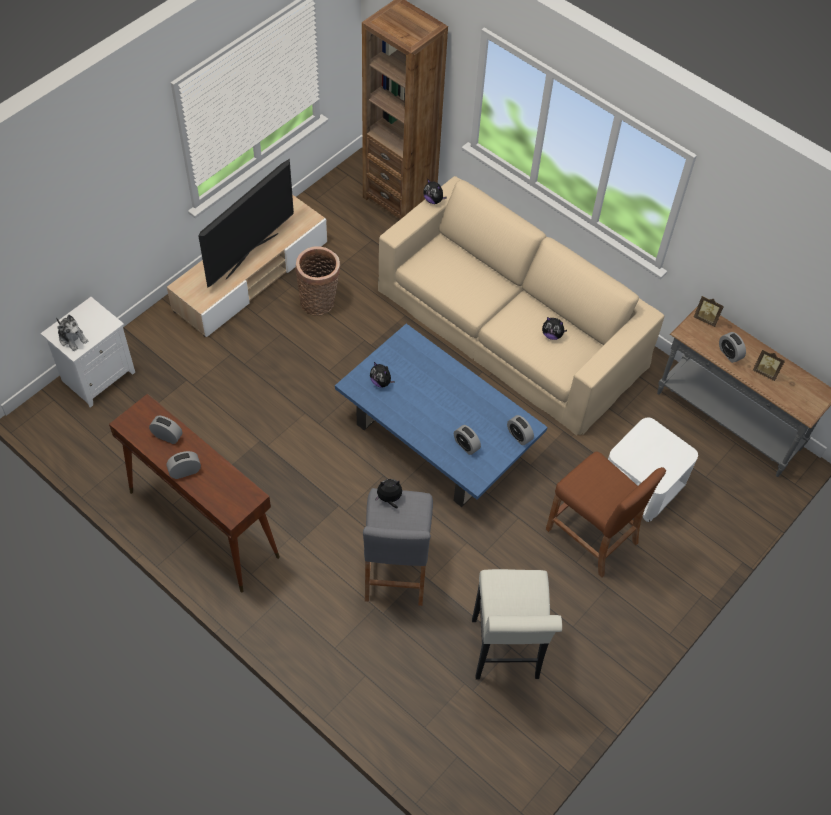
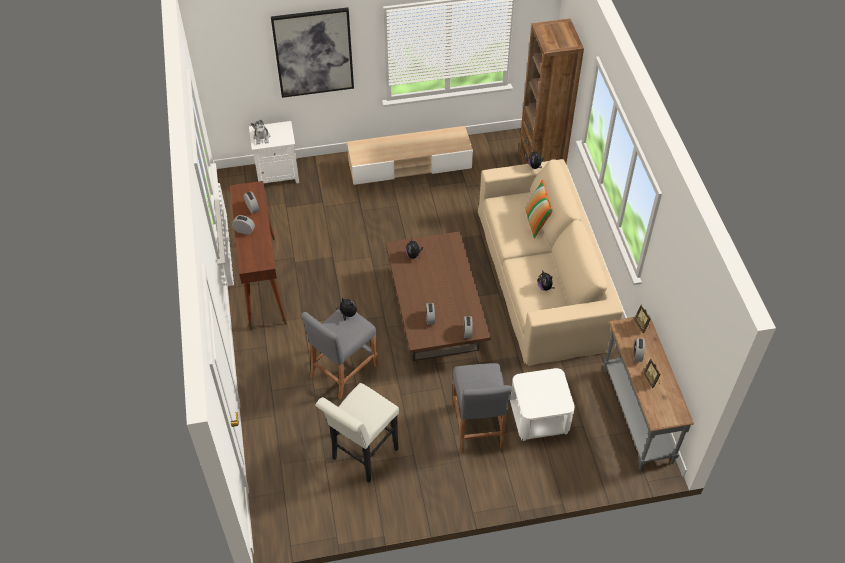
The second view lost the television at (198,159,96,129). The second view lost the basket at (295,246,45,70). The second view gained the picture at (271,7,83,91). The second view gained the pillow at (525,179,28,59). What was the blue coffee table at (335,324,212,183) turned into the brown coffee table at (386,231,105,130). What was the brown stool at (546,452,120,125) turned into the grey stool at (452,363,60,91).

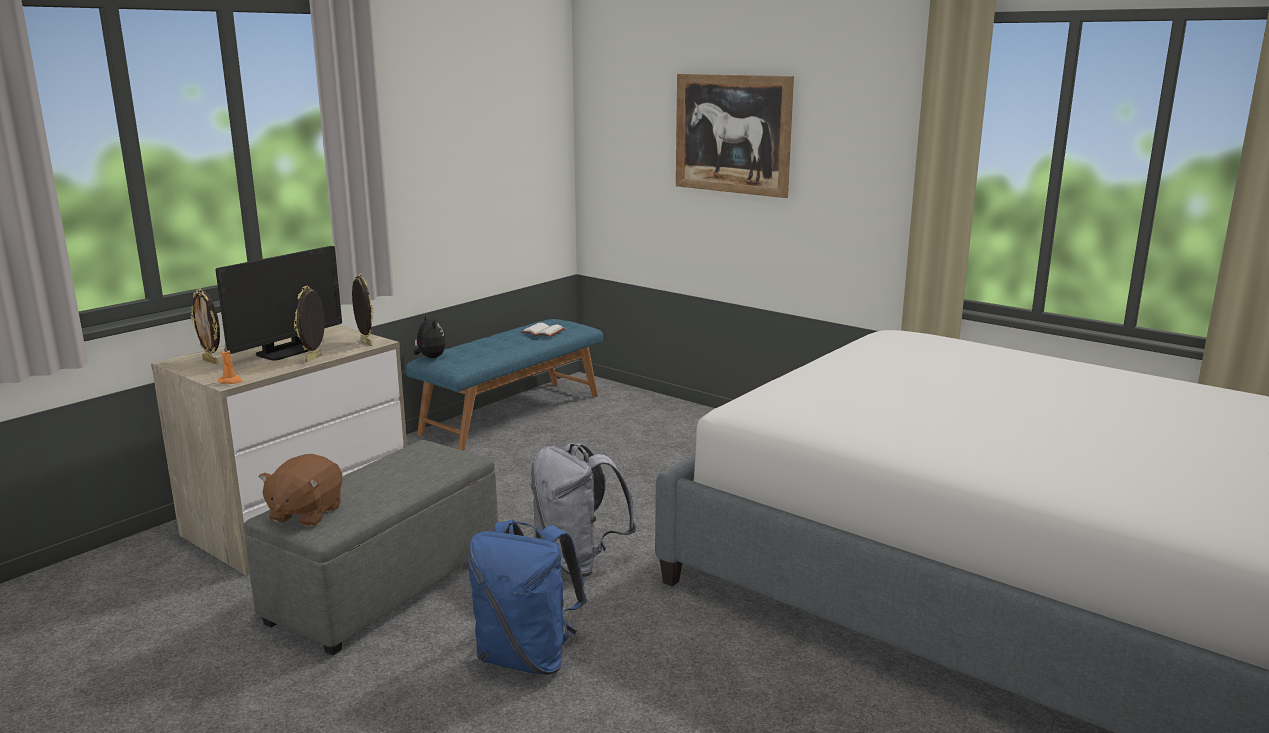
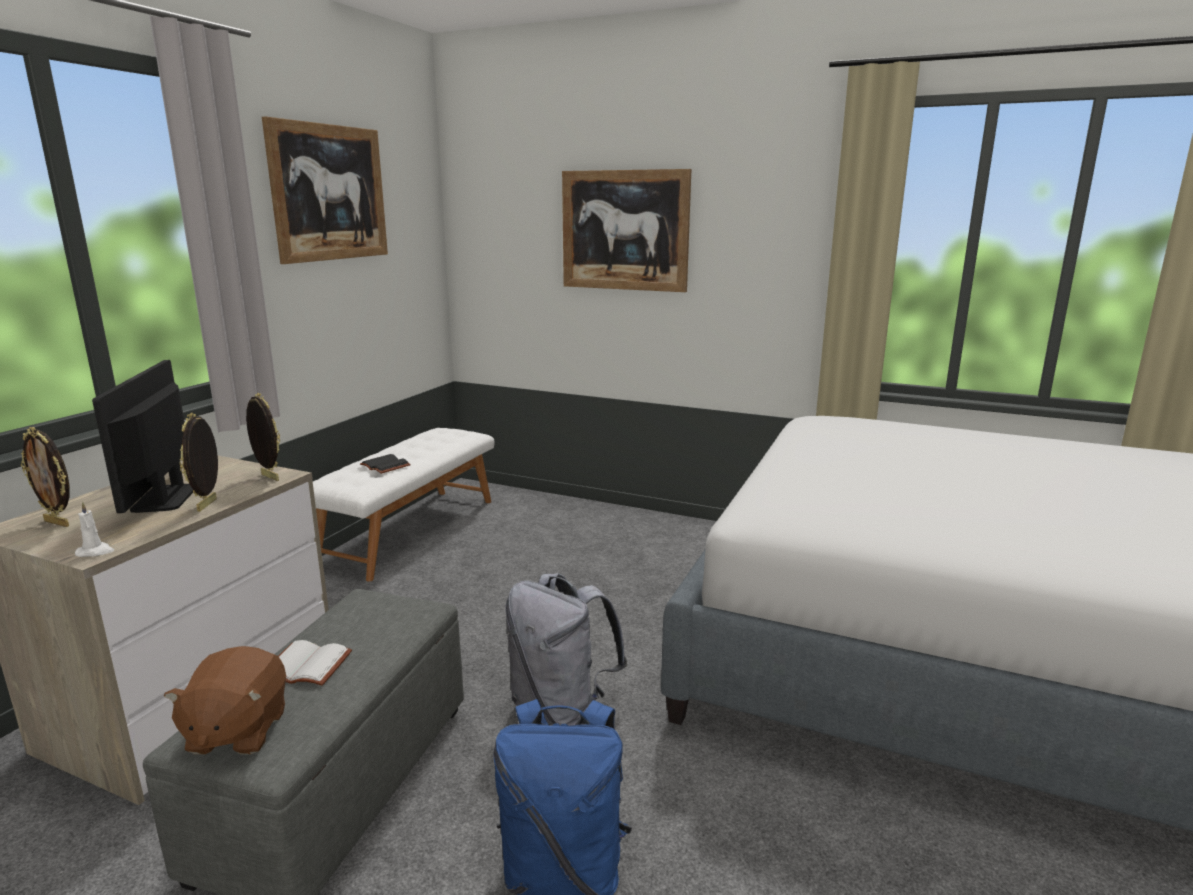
The second view lost the plush toy at (413,315,33,43). The second view gained the picture at (262,117,126,147). The second view gained the black book at (360,454,51,20). The white book ended up elsewhere, having gone from (521,323,44,14) to (278,640,74,45). What was the orange candle at (218,344,25,40) turned into the white candle at (75,502,39,55). What was the blue bench at (406,319,197,132) turned into the white bench at (313,428,181,154). The monitor at (216,246,126,115) ended up facing another way, 150 degrees clockwise from before.

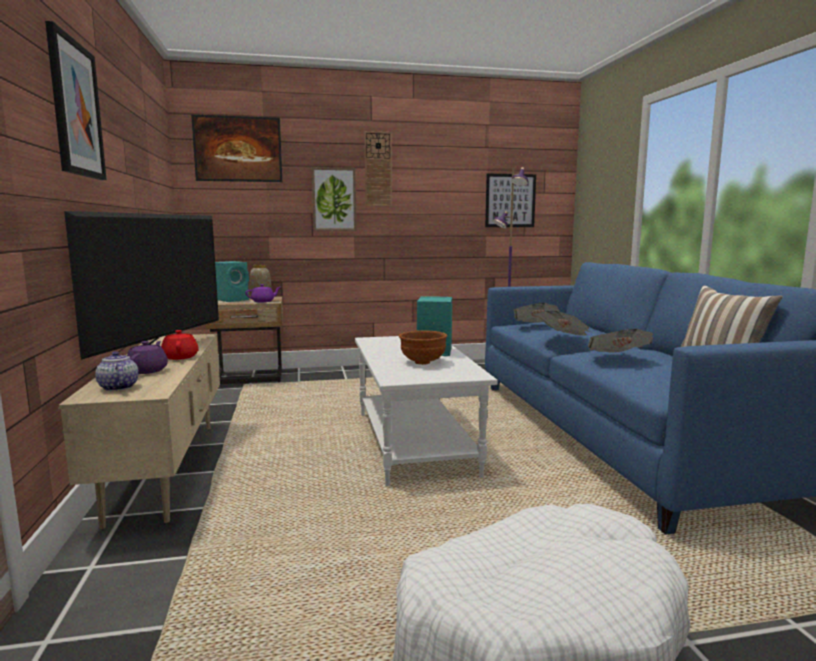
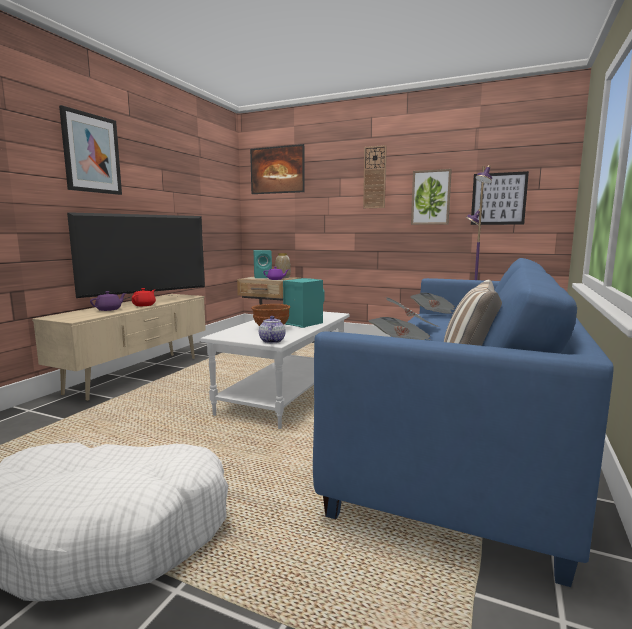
The teapot ended up elsewhere, having gone from (95,351,44,40) to (259,316,27,27). The picture ended up elsewhere, having gone from (312,167,45,64) to (411,169,41,56).

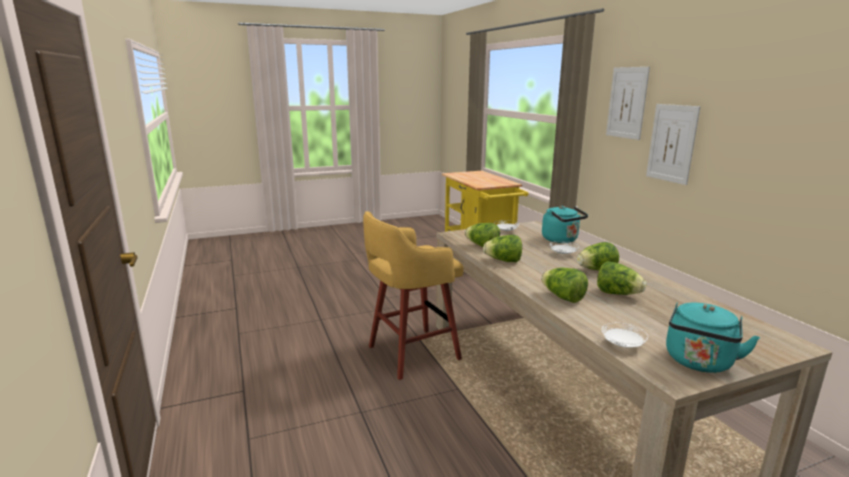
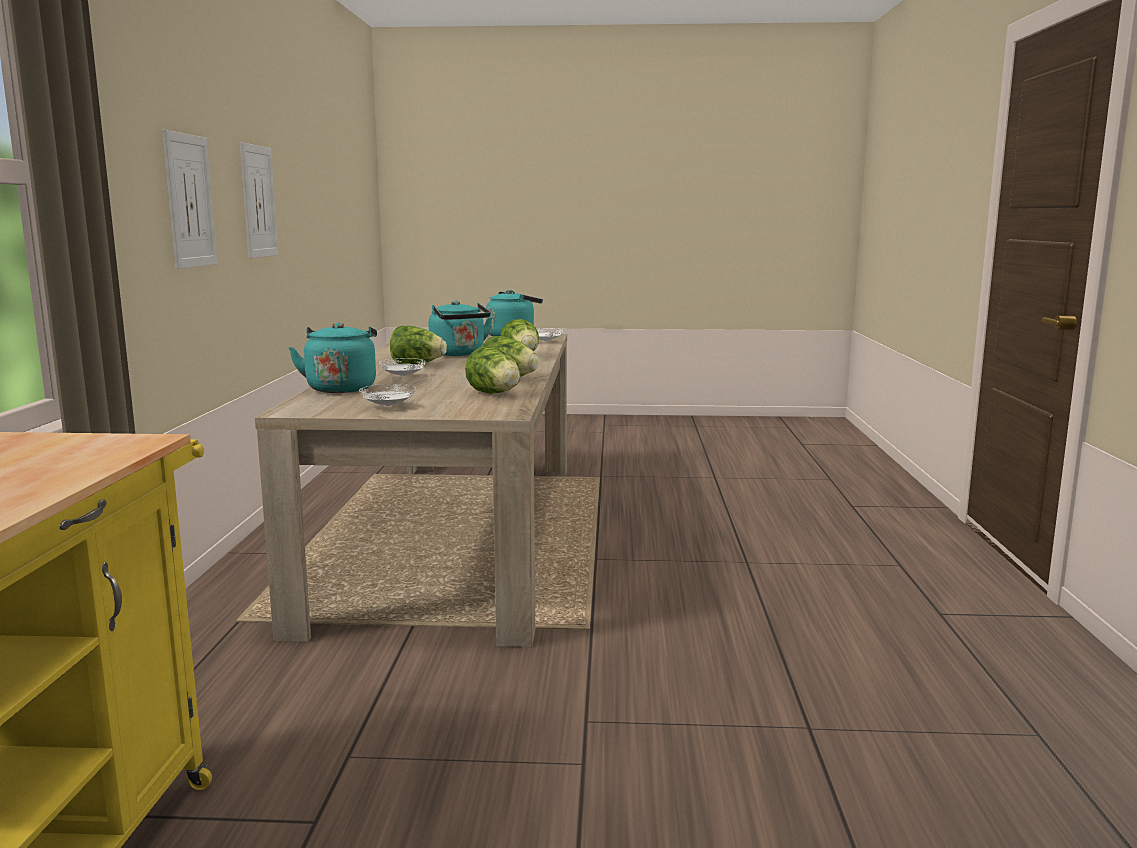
The second view lost the yellow stool at (363,211,101,169). The picture ended up elsewhere, having gone from (606,67,44,73) to (240,142,39,116). Where the lettuce stood at (597,261,49,34), the turquoise kettle came to stand at (429,300,63,56).

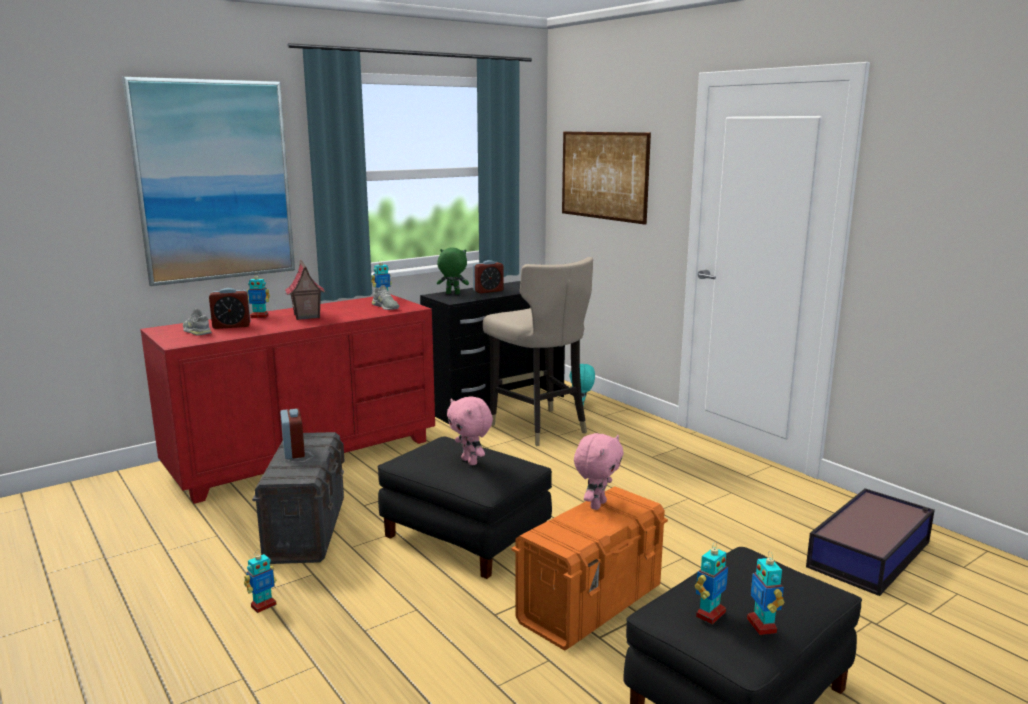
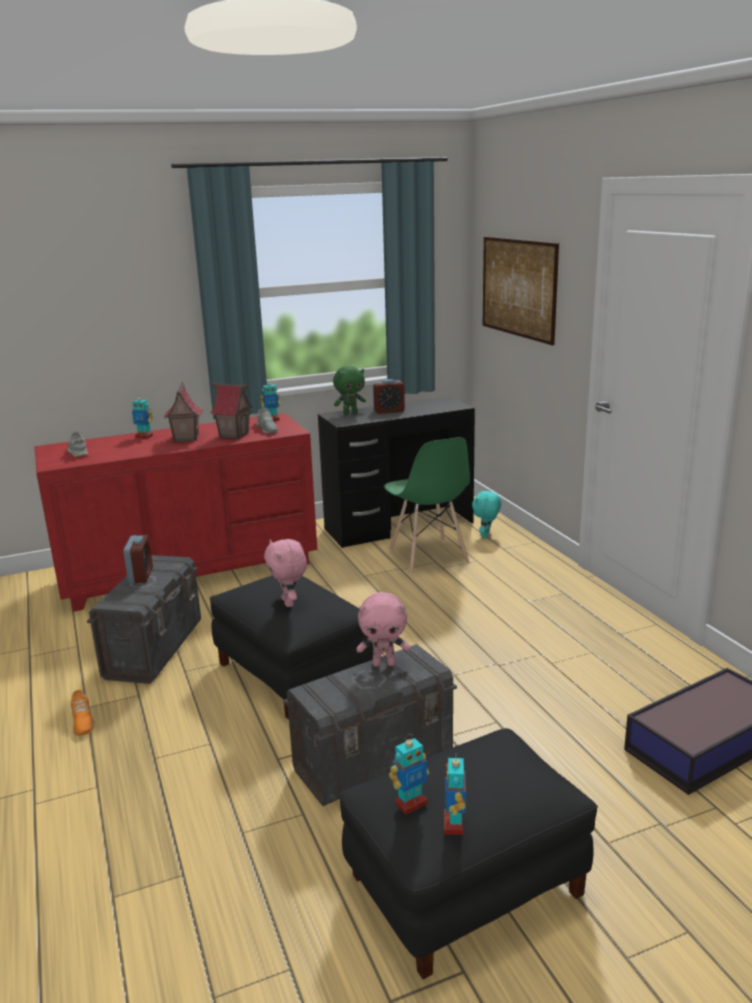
The second view lost the picture at (122,77,173,209). The second view lost the alarm clock at (209,288,41,41). The second view gained the toy house at (211,382,42,57). Where the toy robot stood at (244,550,33,63), the orange shoe came to stand at (71,690,24,46). Where the beige stool stood at (483,257,110,189), the green chair came to stand at (384,437,86,138). What was the orange storage box at (512,486,156,165) turned into the grey storage box at (284,644,173,162). The green plush toy at (437,247,32,47) ended up facing another way, 135 degrees clockwise from before. The pink plush toy at (574,433,50,77) ended up facing another way, 45 degrees clockwise from before.

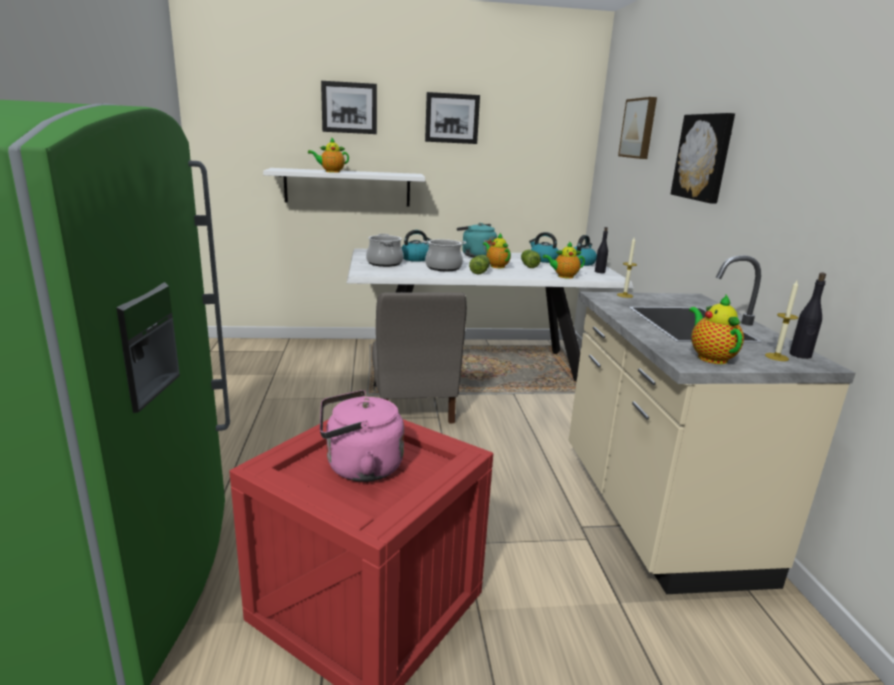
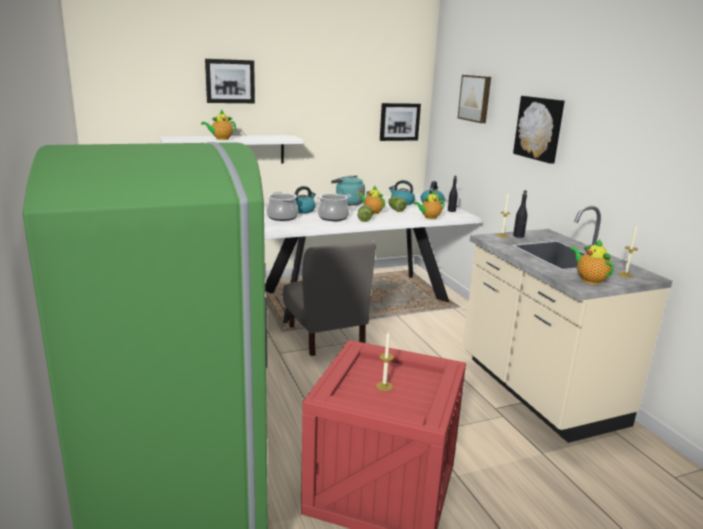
The picture ended up elsewhere, having gone from (425,92,55,52) to (380,103,41,38). The black bottle ended up elsewhere, having gone from (790,273,36,86) to (513,190,14,48). Where the pink kettle stood at (320,390,84,92), the candle came to stand at (376,332,18,59).

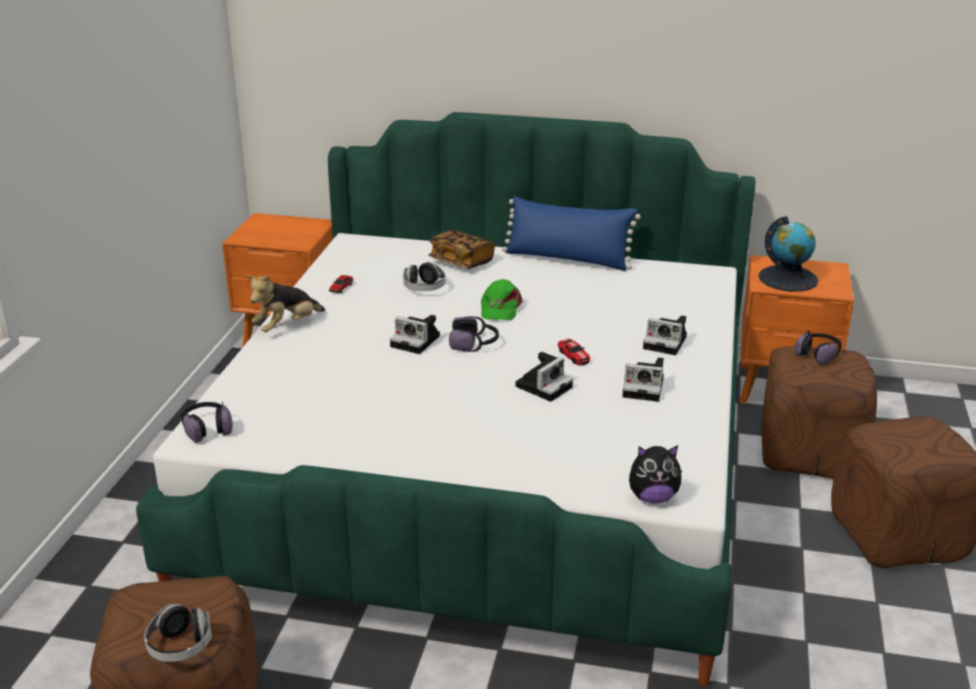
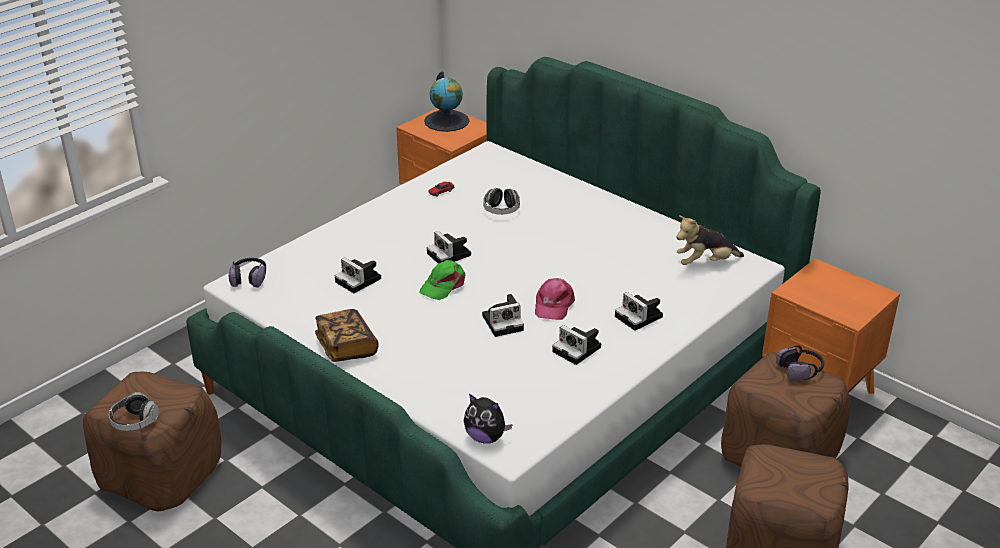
The second view lost the headphones at (449,316,50,36). The second view lost the blue pillow at (502,196,139,75). The second view gained the photo camera at (335,257,46,36). The plush toy ended up elsewhere, having gone from (247,275,78,57) to (676,216,68,49). The book ended up elsewhere, having gone from (428,230,67,39) to (315,309,63,53). The green cap ended up elsewhere, having gone from (481,279,42,41) to (420,260,45,40). The globe ended up elsewhere, having gone from (758,216,61,76) to (424,72,46,60). Where the toy car stood at (558,339,32,27), the pink cap came to stand at (535,278,40,42).

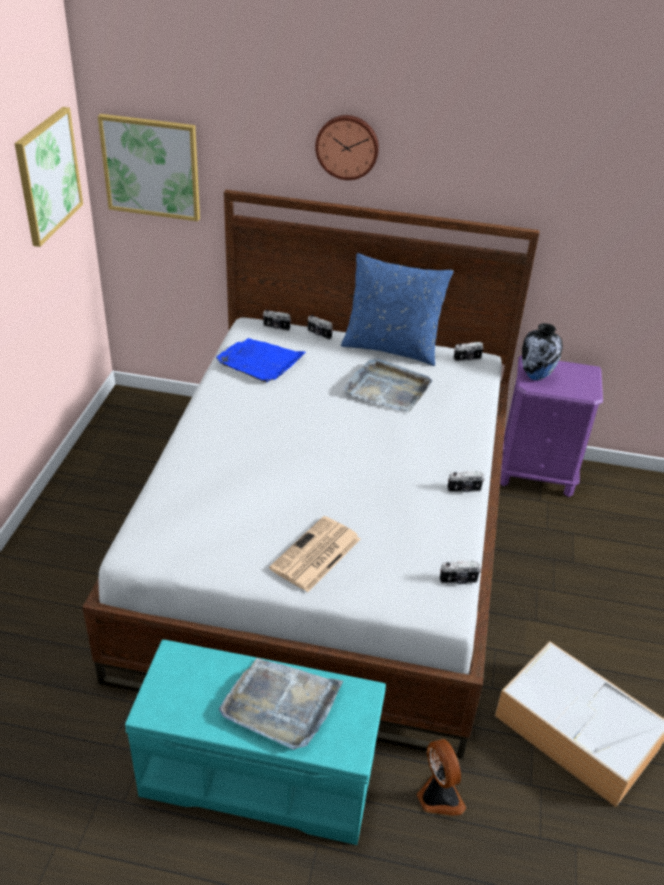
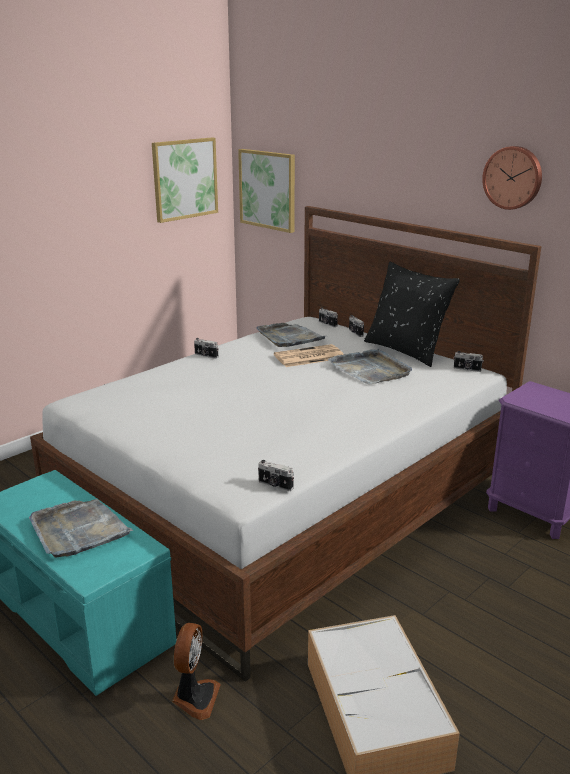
The second view lost the vase at (522,323,41,58). The newspaper ended up elsewhere, having gone from (269,516,92,76) to (274,344,70,23). The wall clock ended up elsewhere, having gone from (315,115,64,65) to (482,146,60,64). The photo camera ended up elsewhere, having gone from (447,471,37,21) to (194,338,24,21). What was the blue tray at (216,338,90,45) turned into the grey tray at (257,323,68,24). What was the blue pillow at (341,253,112,113) turned into the black pillow at (364,261,96,106).

